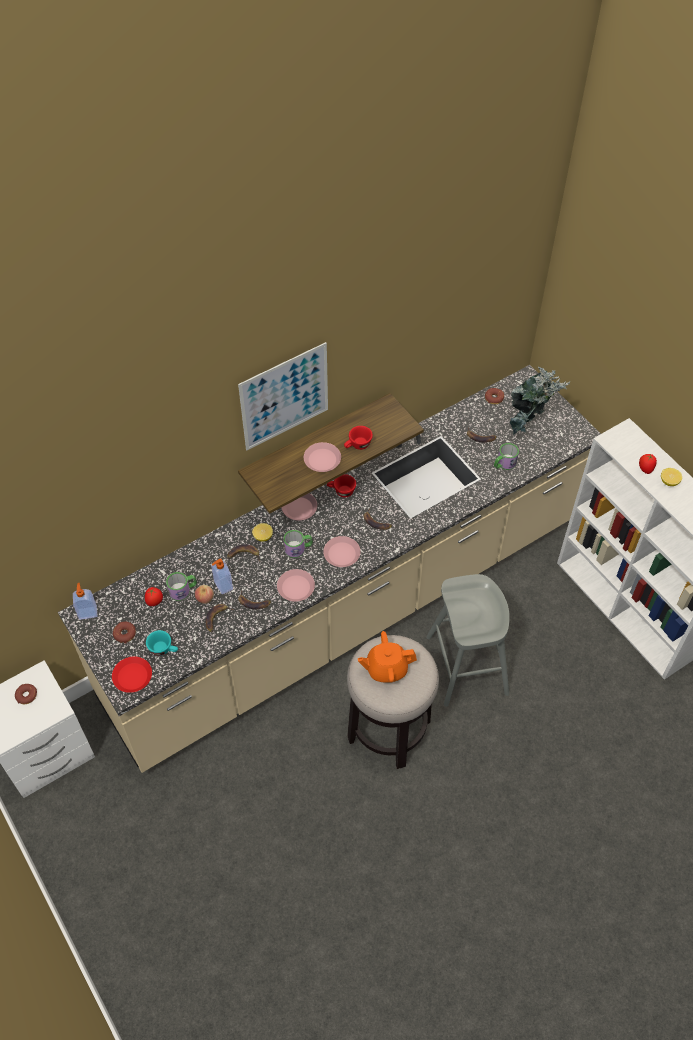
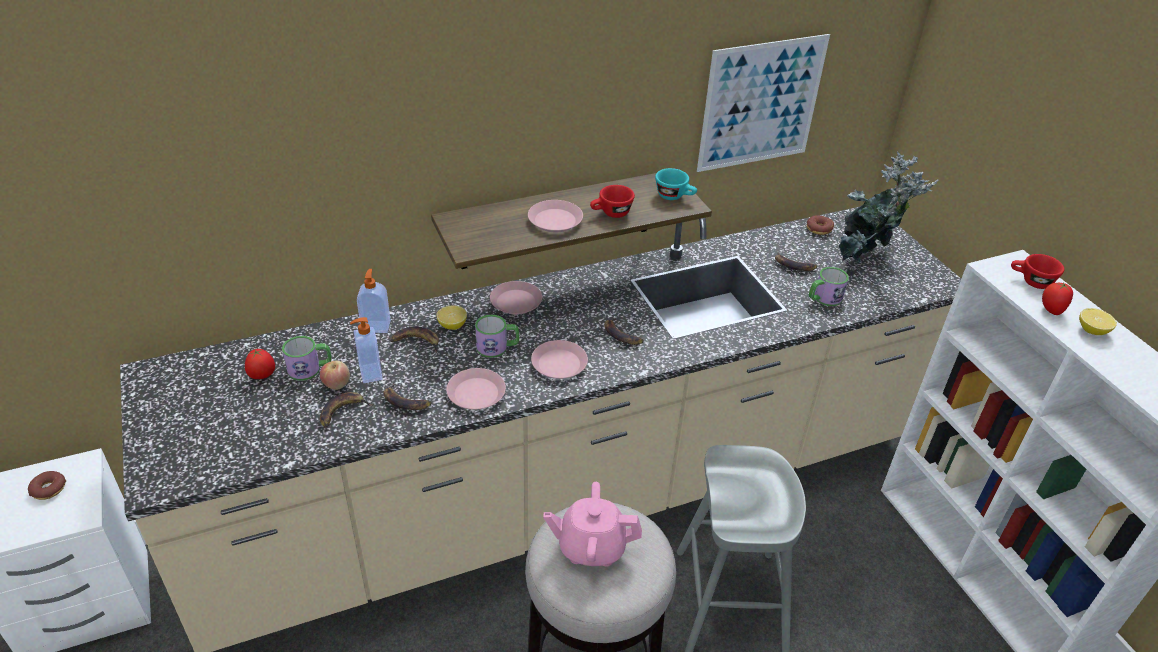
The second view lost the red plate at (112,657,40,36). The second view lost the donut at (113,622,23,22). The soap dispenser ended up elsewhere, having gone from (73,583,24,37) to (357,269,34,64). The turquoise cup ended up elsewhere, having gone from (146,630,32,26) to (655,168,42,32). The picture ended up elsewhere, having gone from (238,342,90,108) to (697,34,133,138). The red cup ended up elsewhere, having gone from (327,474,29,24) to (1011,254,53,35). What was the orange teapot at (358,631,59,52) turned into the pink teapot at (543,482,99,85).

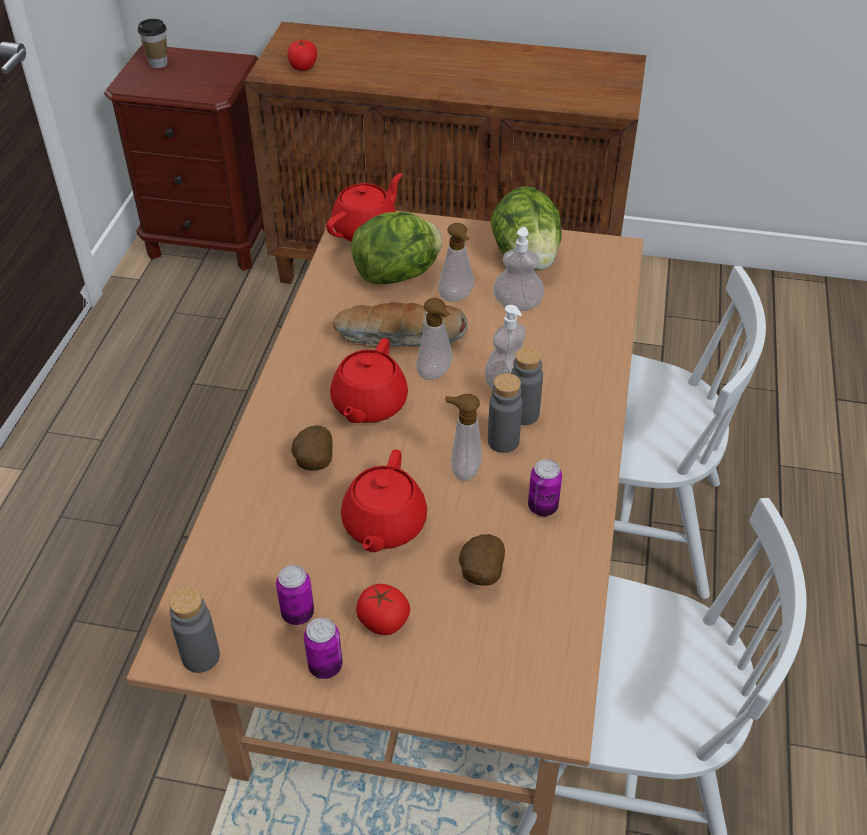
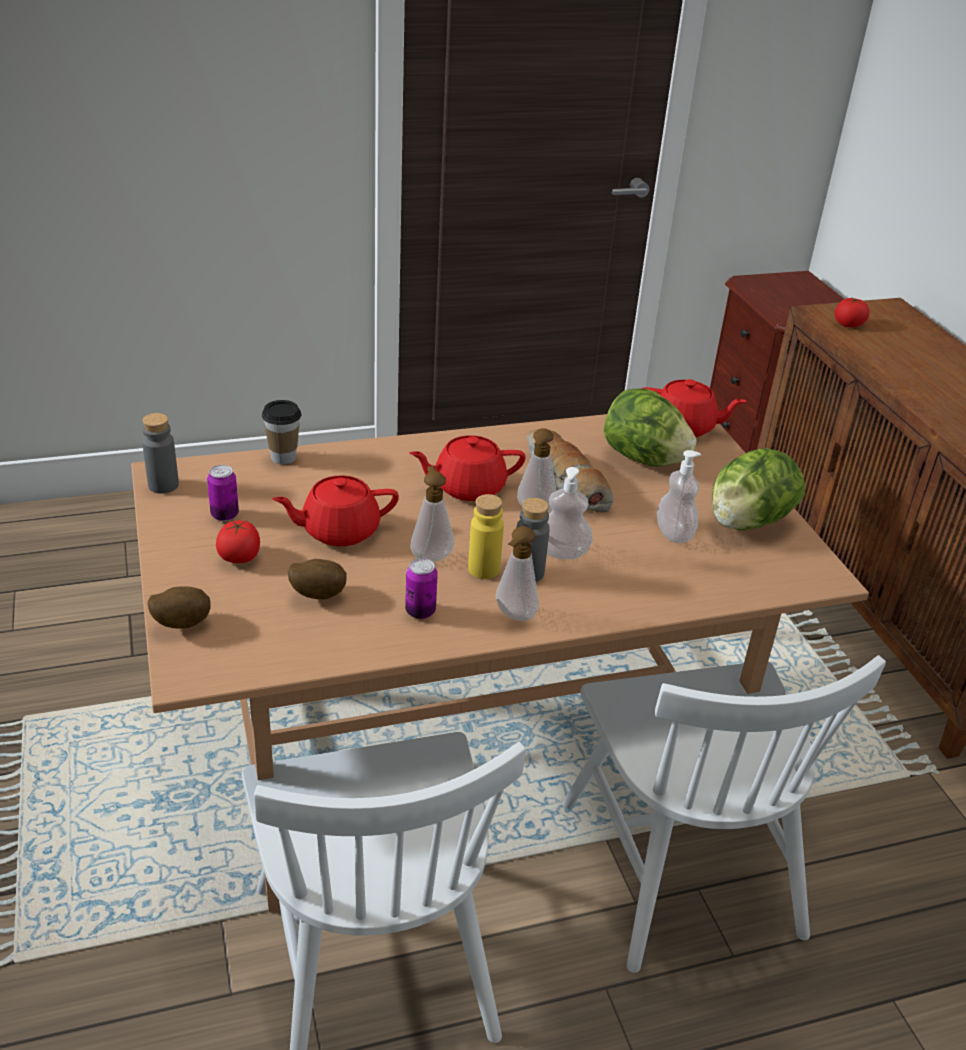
The second view lost the can at (304,618,39,61). The cup ended up elsewhere, having gone from (138,19,29,49) to (262,400,39,65). The potato ended up elsewhere, having gone from (292,425,41,46) to (147,587,64,42). The soap dispenser ended up elsewhere, having gone from (438,223,36,79) to (496,526,43,95). What was the grey bottle at (488,373,35,80) turned into the yellow bottle at (468,494,36,85).

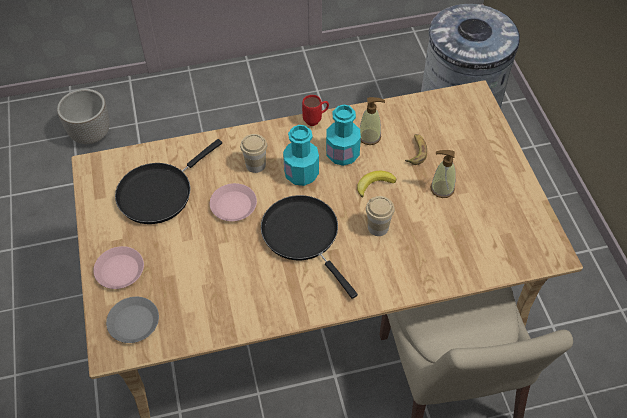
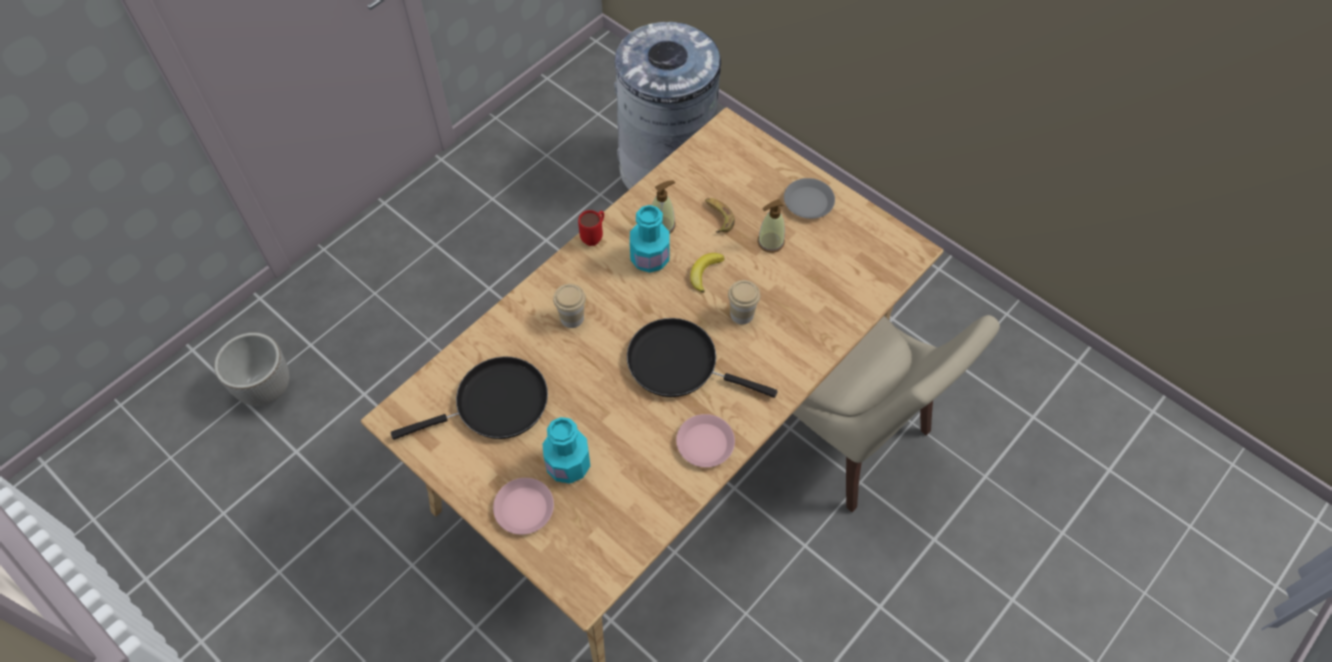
The grey plate ended up elsewhere, having gone from (106,297,53,46) to (784,178,51,41). The pink plate ended up elsewhere, having gone from (210,183,47,38) to (676,414,59,53). The turquoise bottle ended up elsewhere, having gone from (283,125,36,61) to (543,417,47,67). The black frying pan at (115,139,107,85) ended up facing another way, 120 degrees counterclockwise from before.

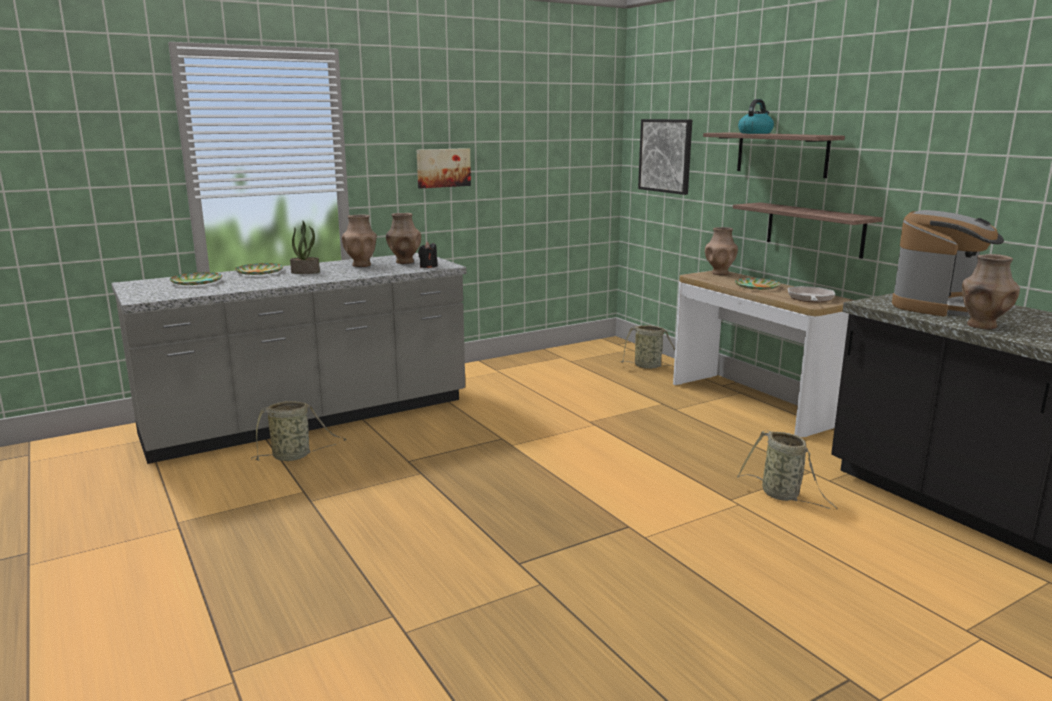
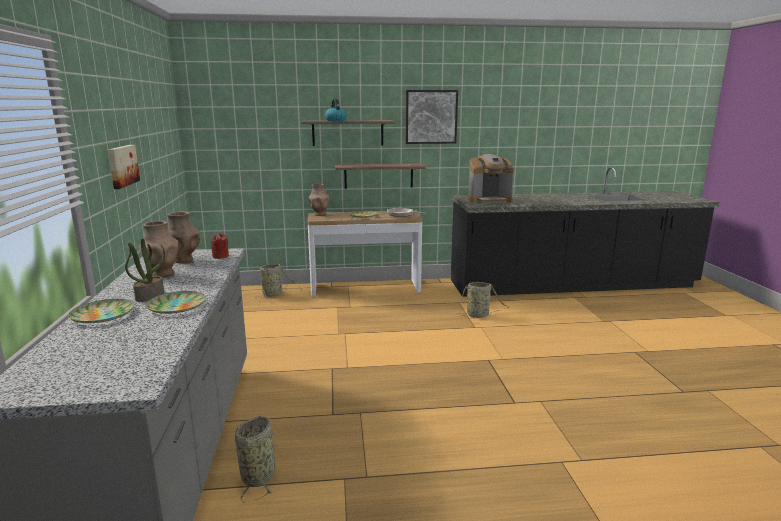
The second view lost the brown vase at (962,254,58,75). The plate ended up elsewhere, having gone from (169,272,53,13) to (146,291,60,23). The picture ended up elsewhere, having gone from (638,119,54,76) to (406,90,52,54). What was the black candle at (418,242,20,26) turned into the red candle at (210,234,19,25). The coffee machine at (892,210,112,106) ended up facing another way, 105 degrees clockwise from before.

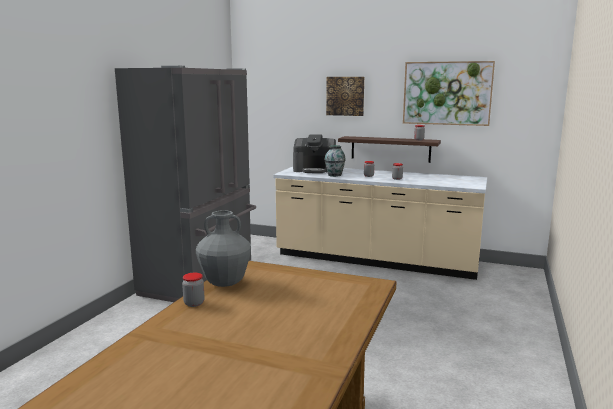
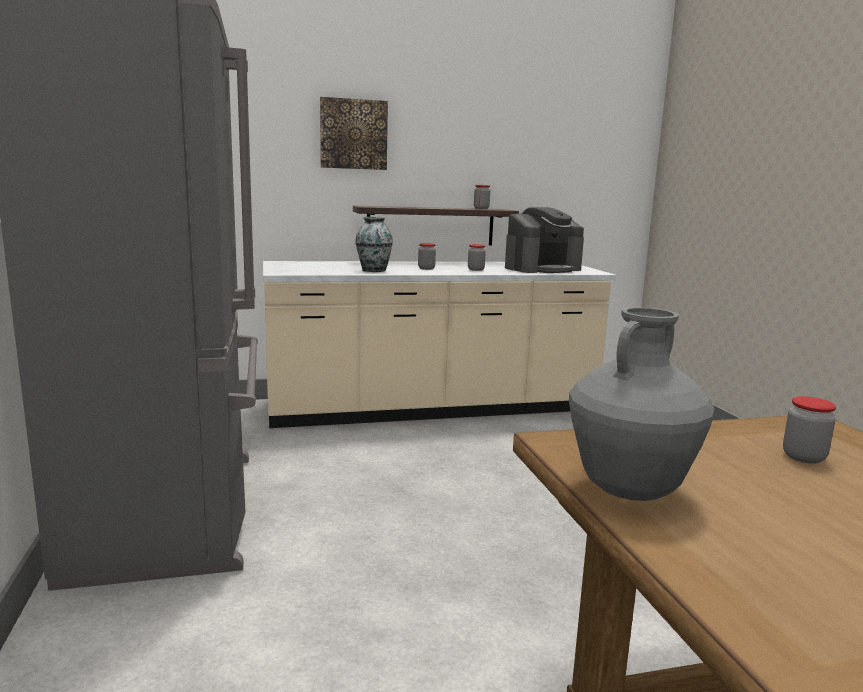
The second view lost the picture at (403,61,92,65). The jar ended up elsewhere, having gone from (182,273,22,34) to (783,396,53,68). The coffee machine ended up elsewhere, having gone from (293,135,43,38) to (505,207,79,66).

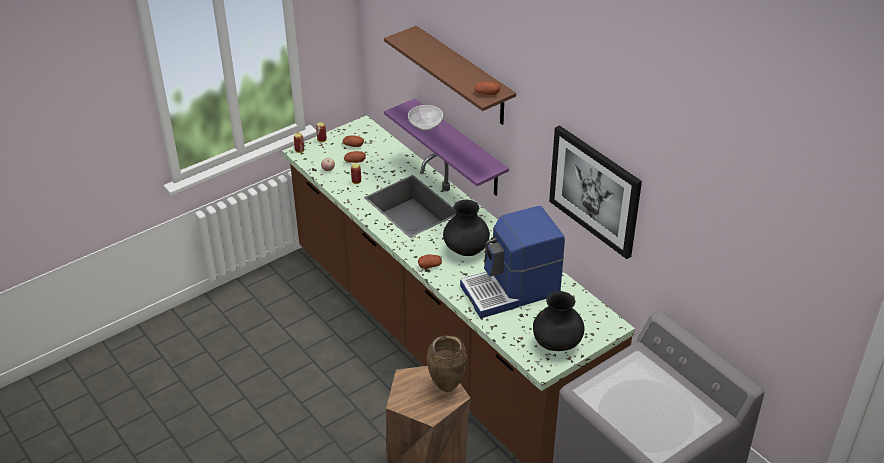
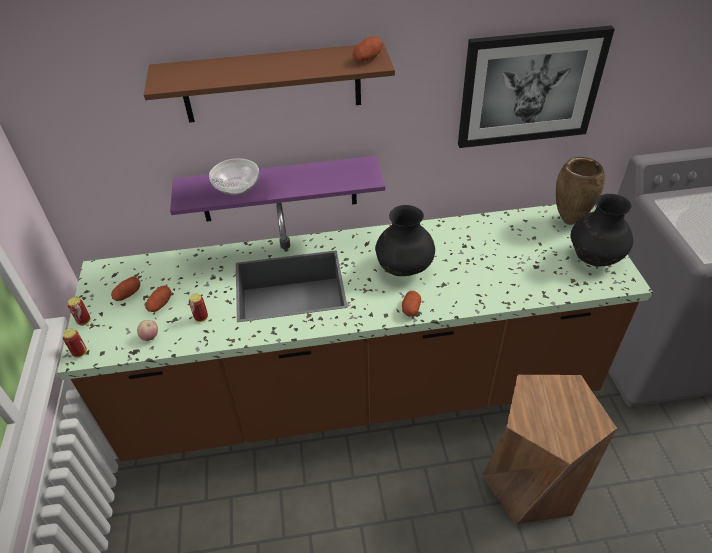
The second view lost the coffee machine at (460,206,105,113). The brown vase ended up elsewhere, having gone from (427,336,40,56) to (556,157,49,68).

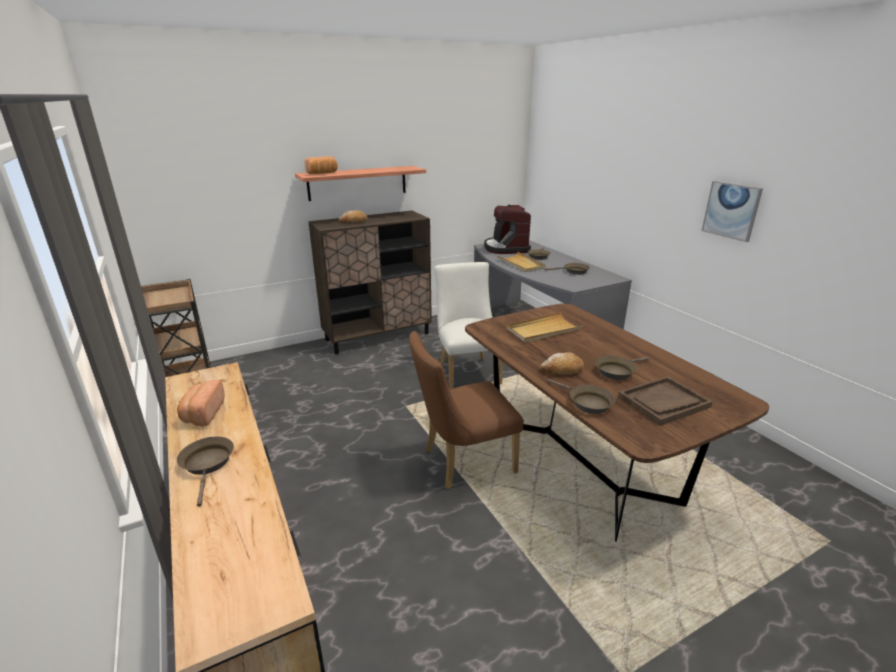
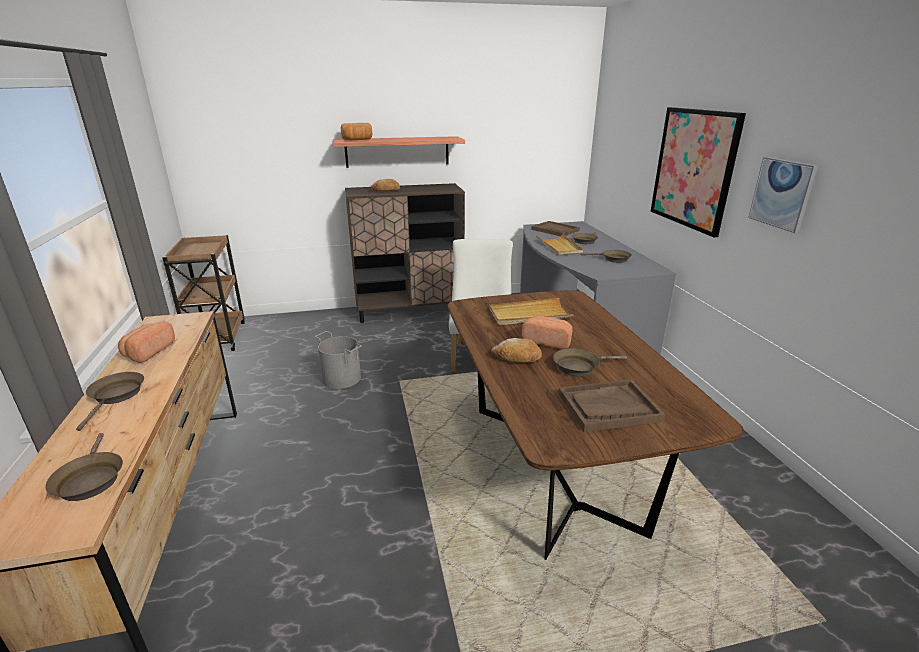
The second view lost the brown chair at (409,331,115,158). The second view gained the grey bucket at (315,331,47,58). The second view gained the bread at (521,316,52,33). The second view gained the picture at (650,107,96,130). The brown frying pan ended up elsewhere, having gone from (547,379,68,35) to (45,433,78,68). Where the coffee machine stood at (484,205,47,49), the brown tray came to stand at (531,221,49,15).

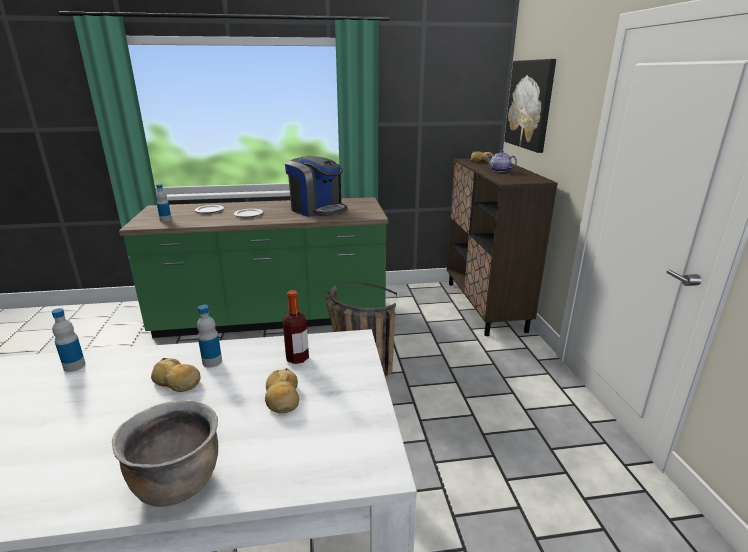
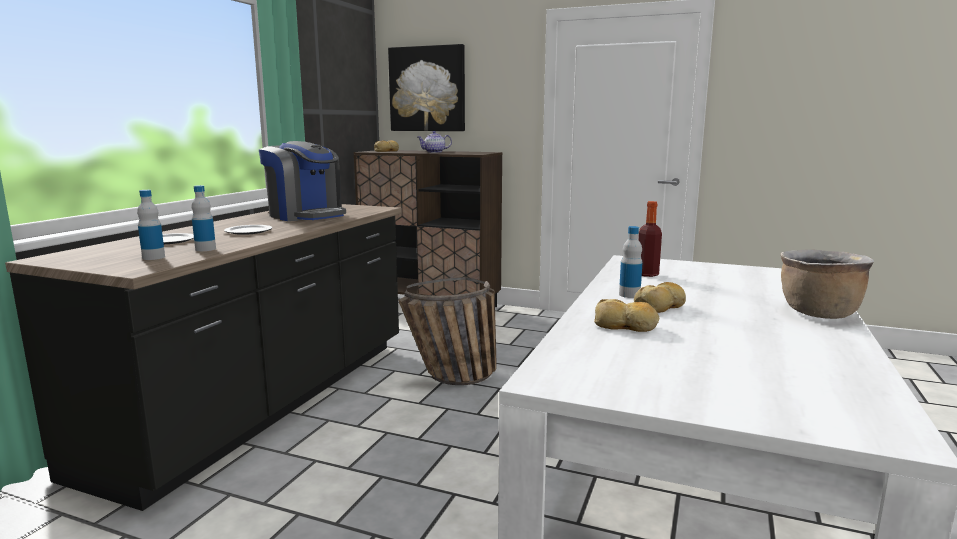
The bottle ended up elsewhere, having gone from (52,308,34,64) to (192,185,24,66). The bread ended up elsewhere, having gone from (265,368,34,45) to (594,299,65,33). What was the green counter at (119,197,269,141) turned into the black counter at (5,204,397,307). The coffee machine at (285,156,62,61) ended up facing another way, 60 degrees clockwise from before.

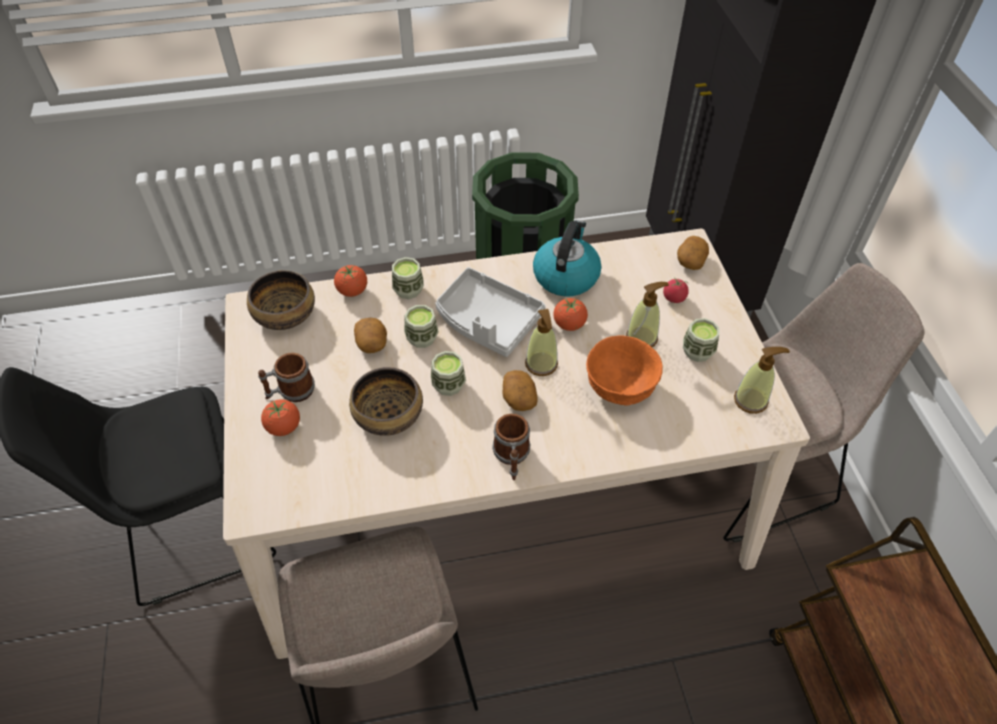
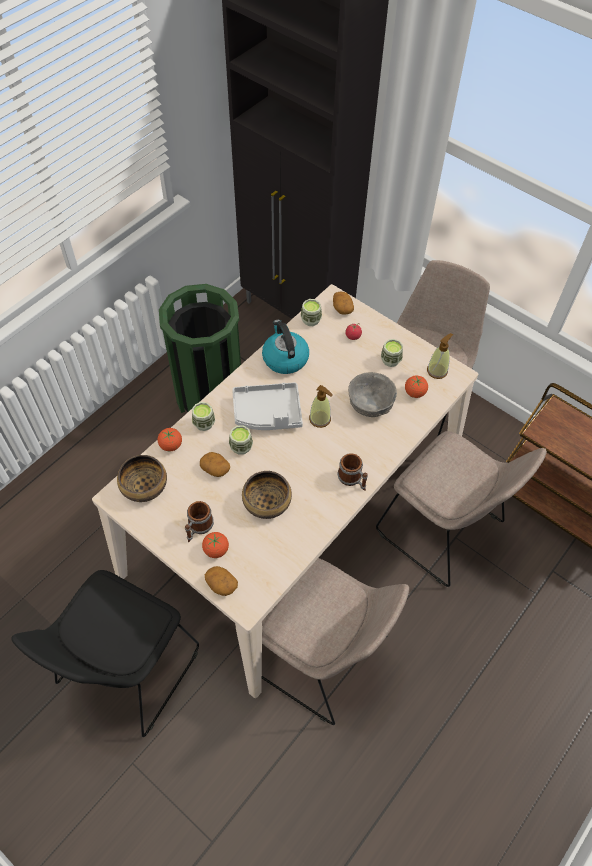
The second view lost the soap dispenser at (626,282,43,65). The second view gained the beige chair at (376,431,171,156). The cup ended up elsewhere, having gone from (431,351,35,45) to (301,299,21,27). The potato ended up elsewhere, having gone from (502,370,36,41) to (205,566,33,30). The tomato ended up elsewhere, having gone from (553,298,35,33) to (405,376,23,22). What was the orange bowl at (586,336,77,70) turned into the grey bowl at (348,372,49,45).

